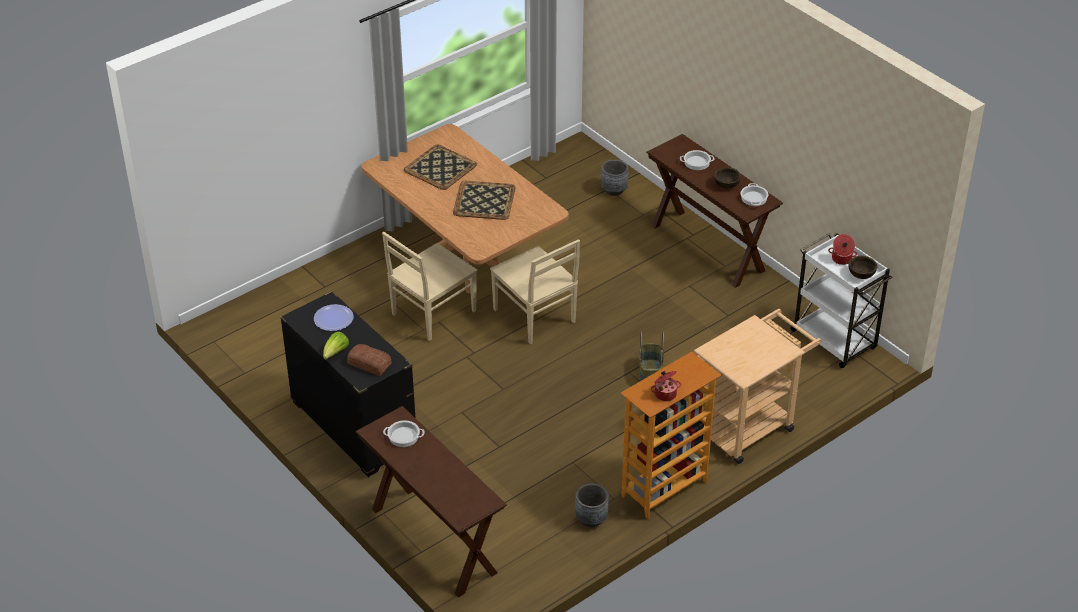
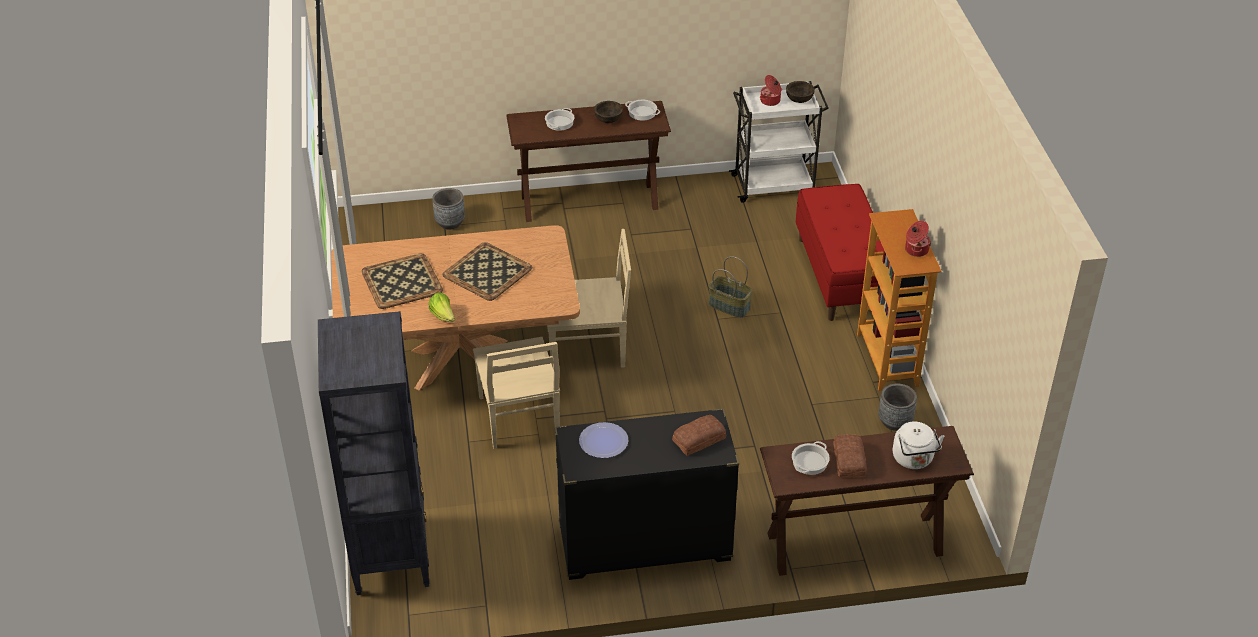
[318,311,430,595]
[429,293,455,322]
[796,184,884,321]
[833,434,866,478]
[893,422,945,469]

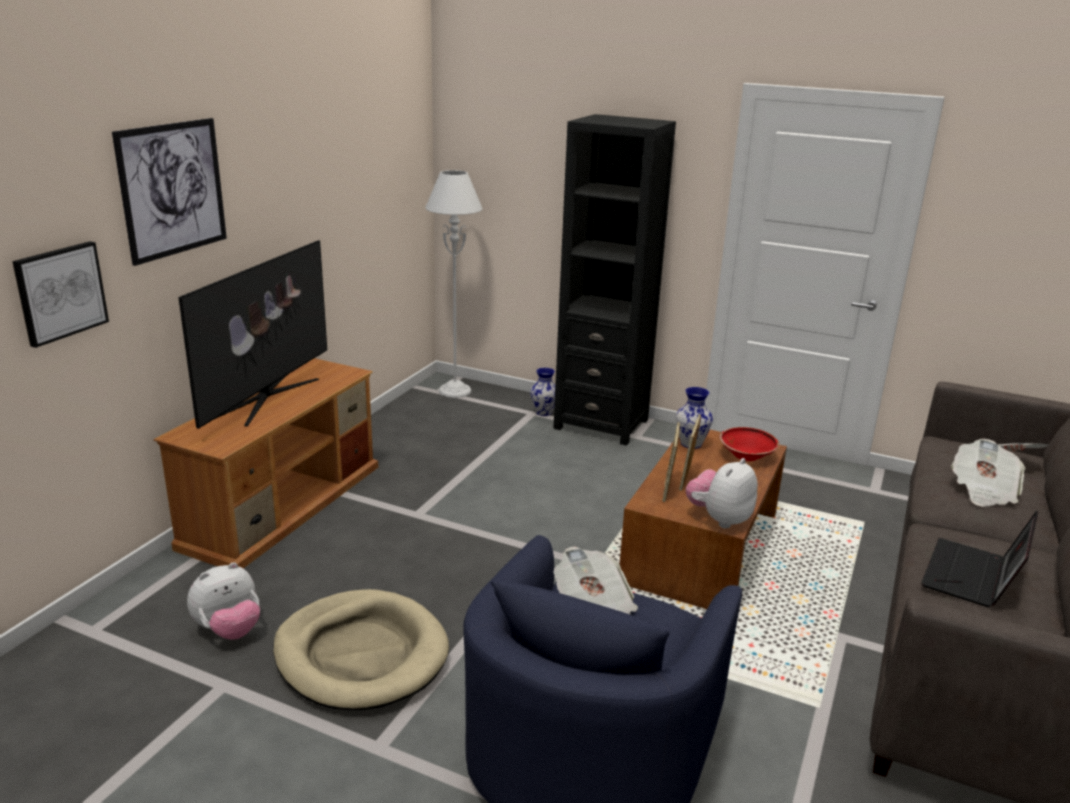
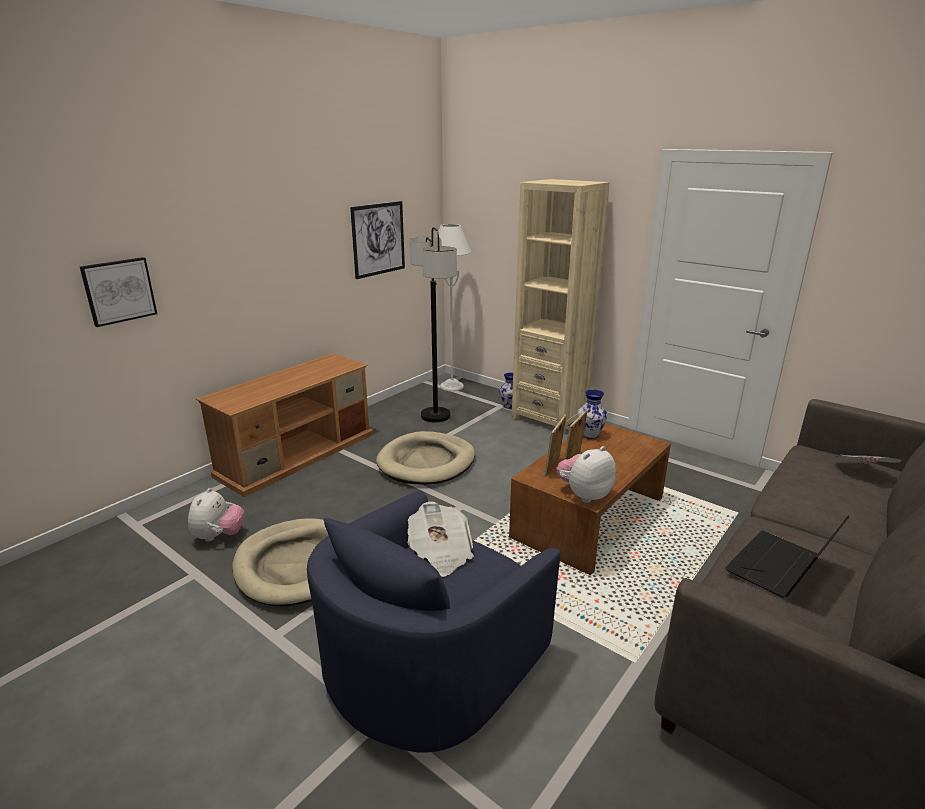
[188,488,244,542]
[350,201,405,279]
[376,431,475,485]
[410,227,457,422]
[512,179,609,434]
[179,240,327,429] (first image)
[719,427,779,461] (first image)
[951,439,1025,507] (first image)

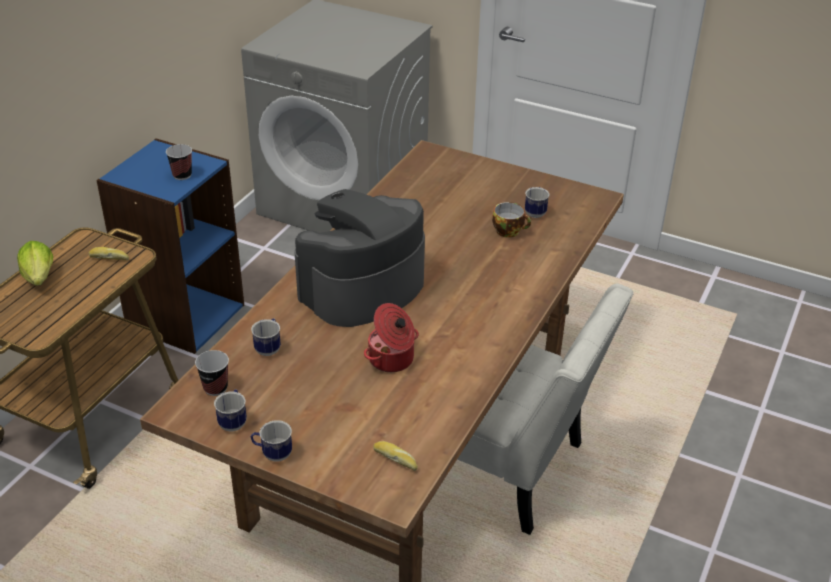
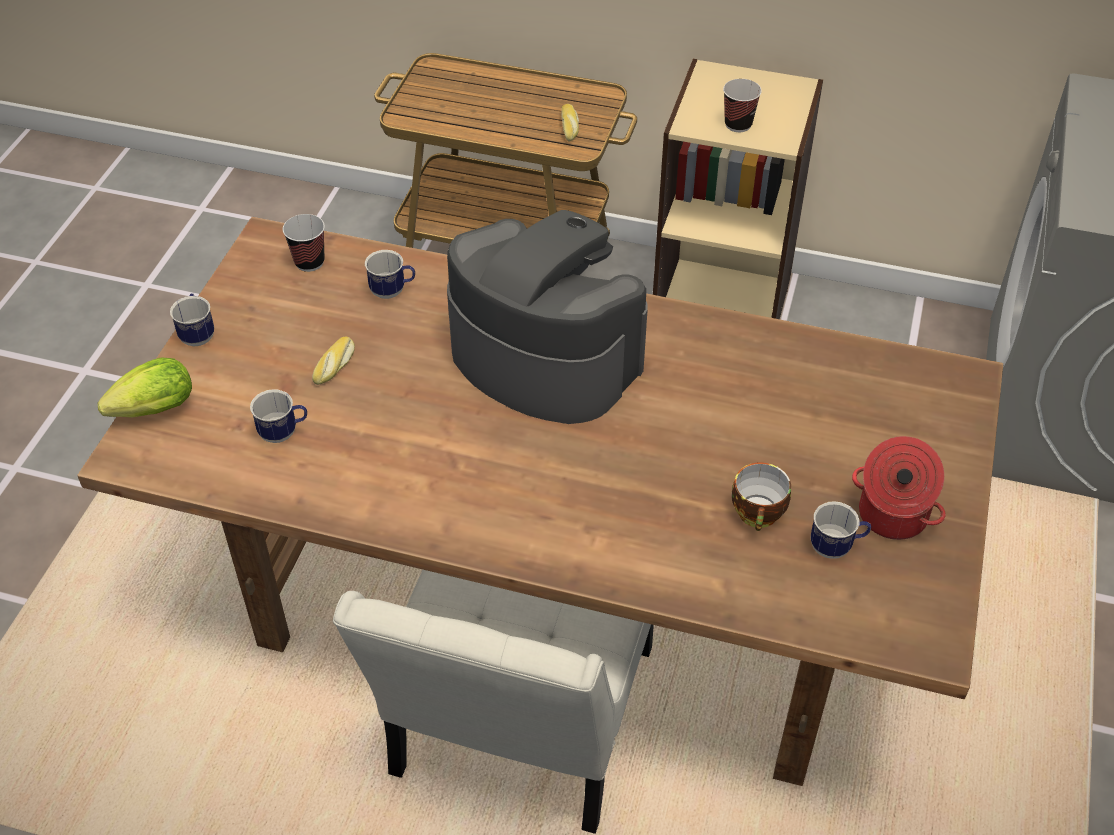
[97,357,192,418]
[250,390,307,443]
[312,337,355,385]
[653,59,823,319]
[852,436,946,540]

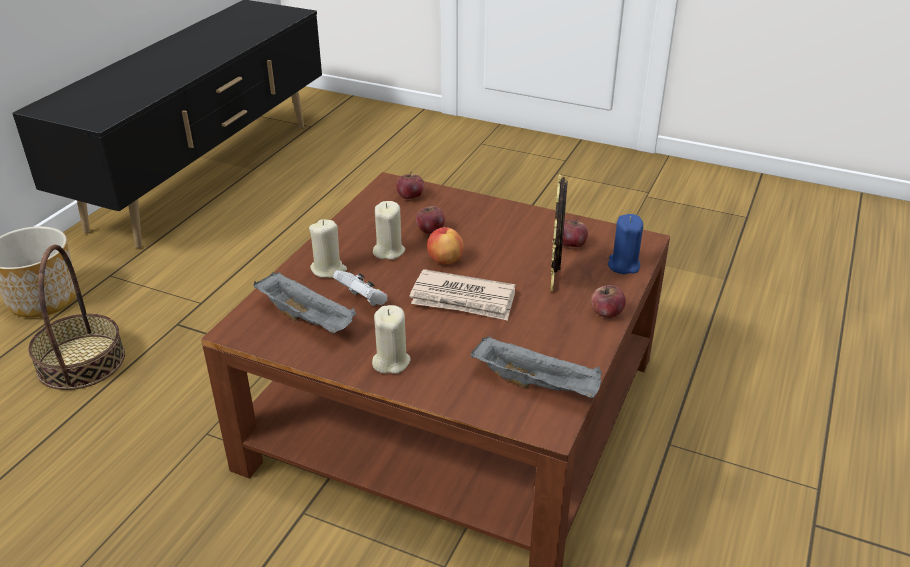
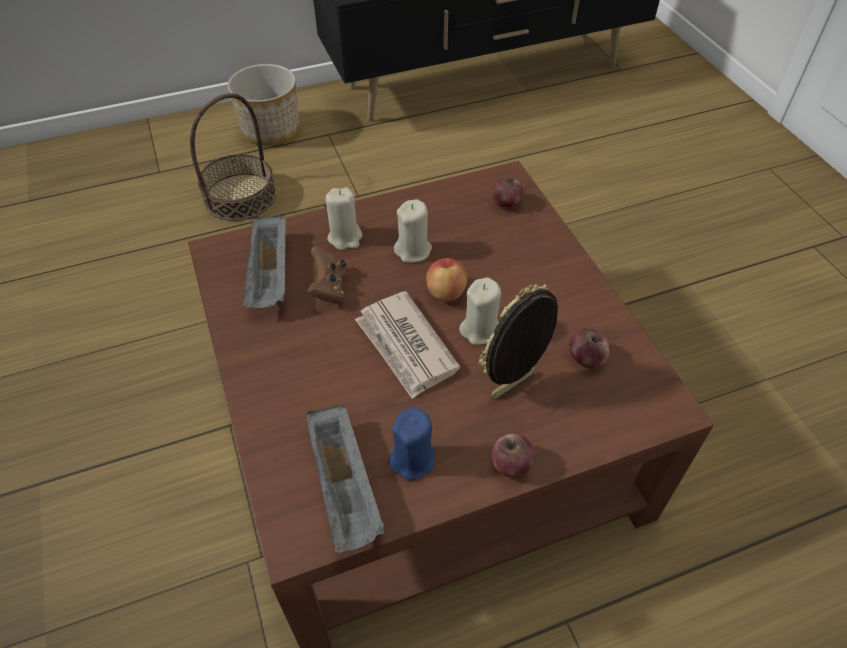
[307,246,346,304]
[389,407,435,481]
[459,277,501,345]
[416,204,445,234] (first image)

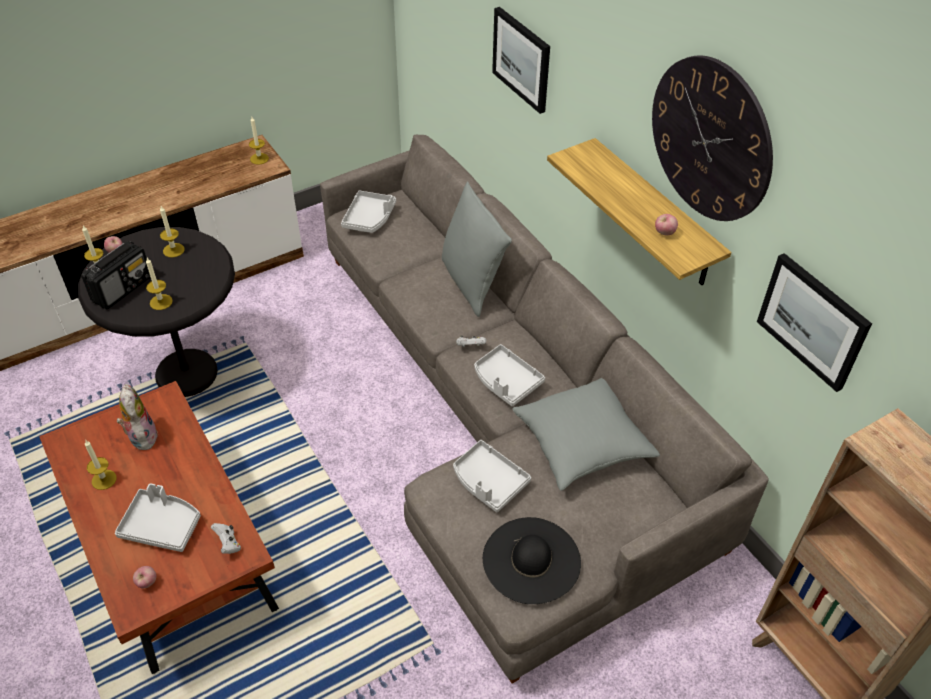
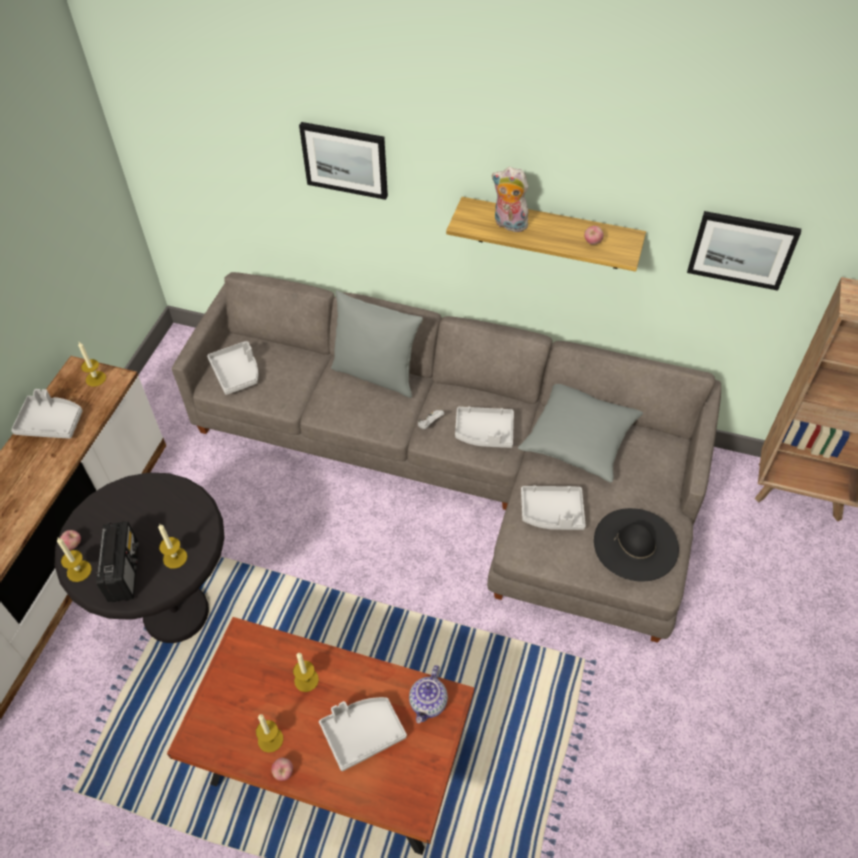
[12,389,83,439]
[272,758,293,781]
[293,652,319,692]
[409,665,448,723]
[492,167,530,232]
[652,55,773,221] (first image)

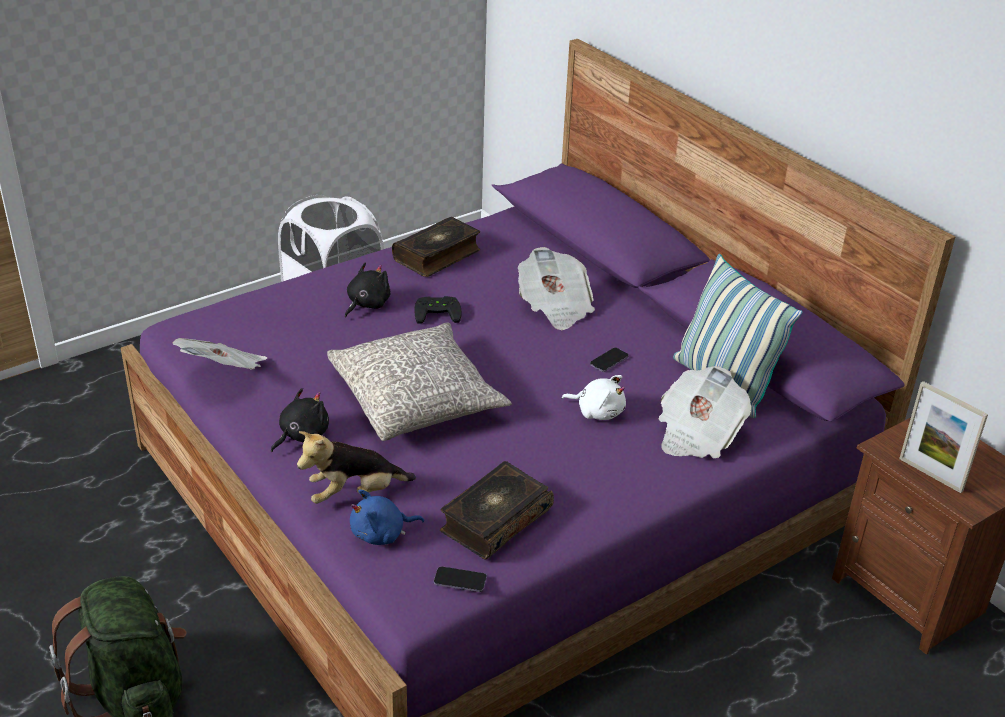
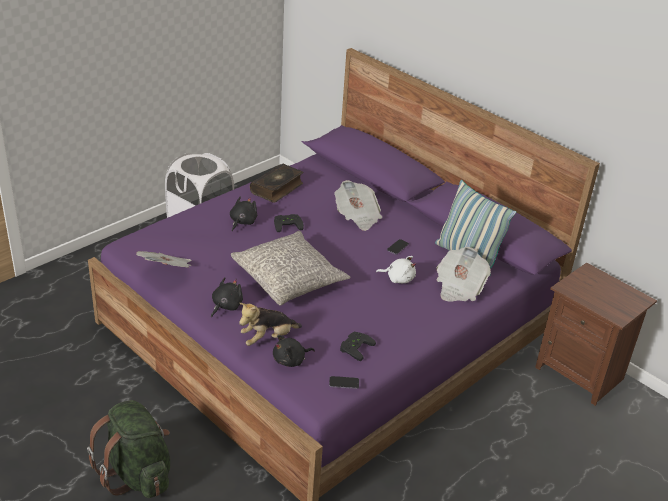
[273,335,315,367]
[340,332,376,361]
[899,381,988,493] (first image)

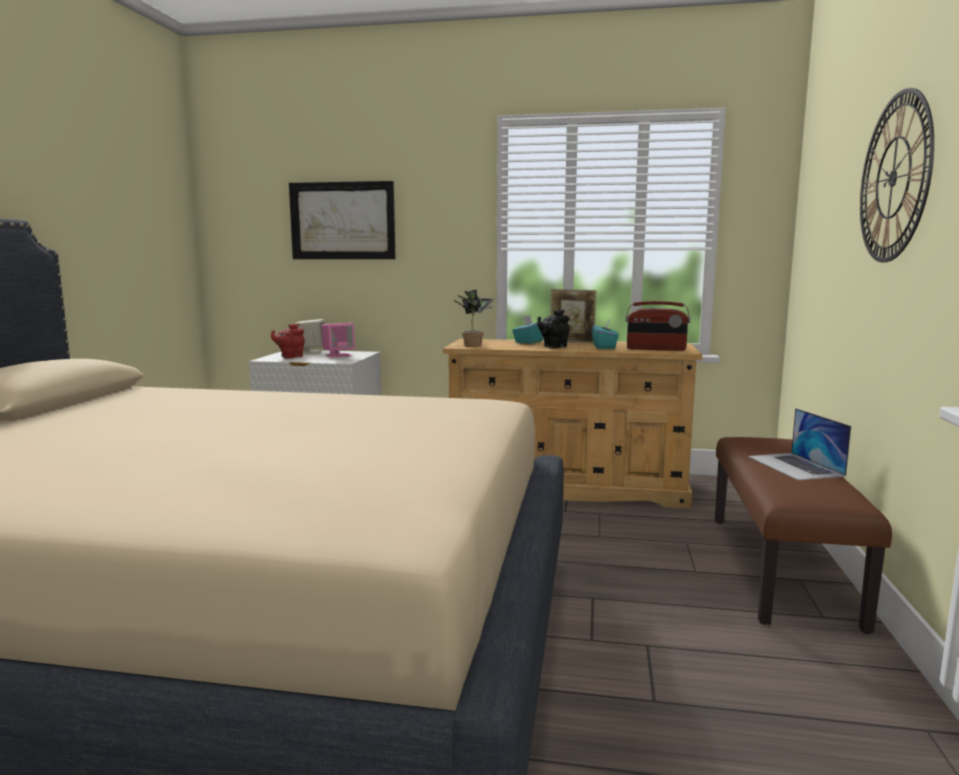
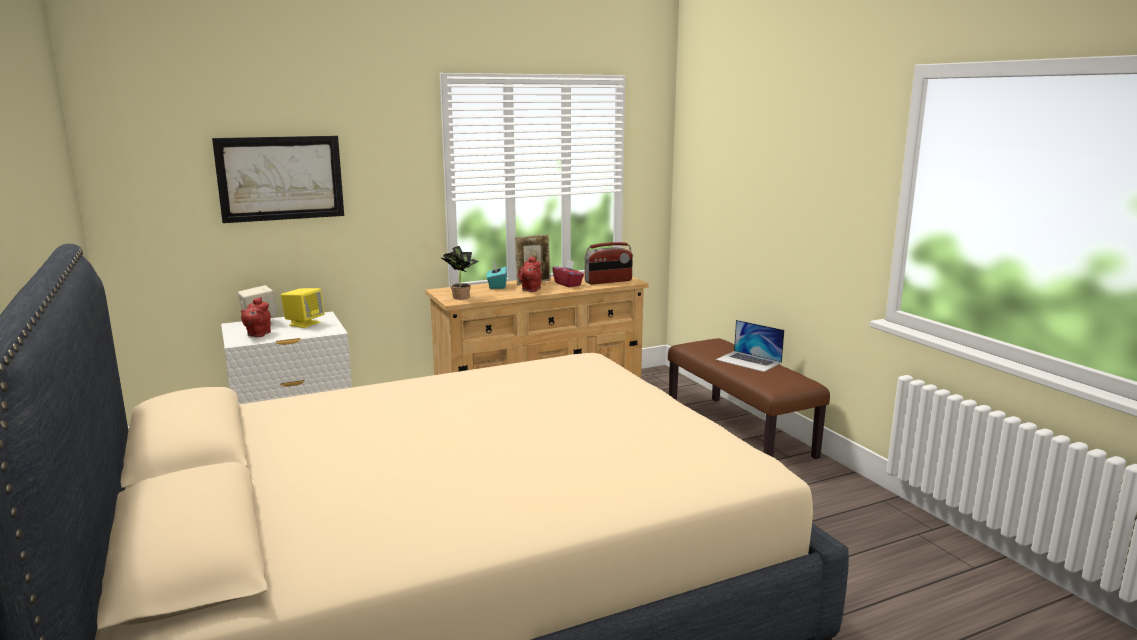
[281,288,325,328]
[518,256,542,292]
[552,260,584,287]
[860,88,934,263] (first image)

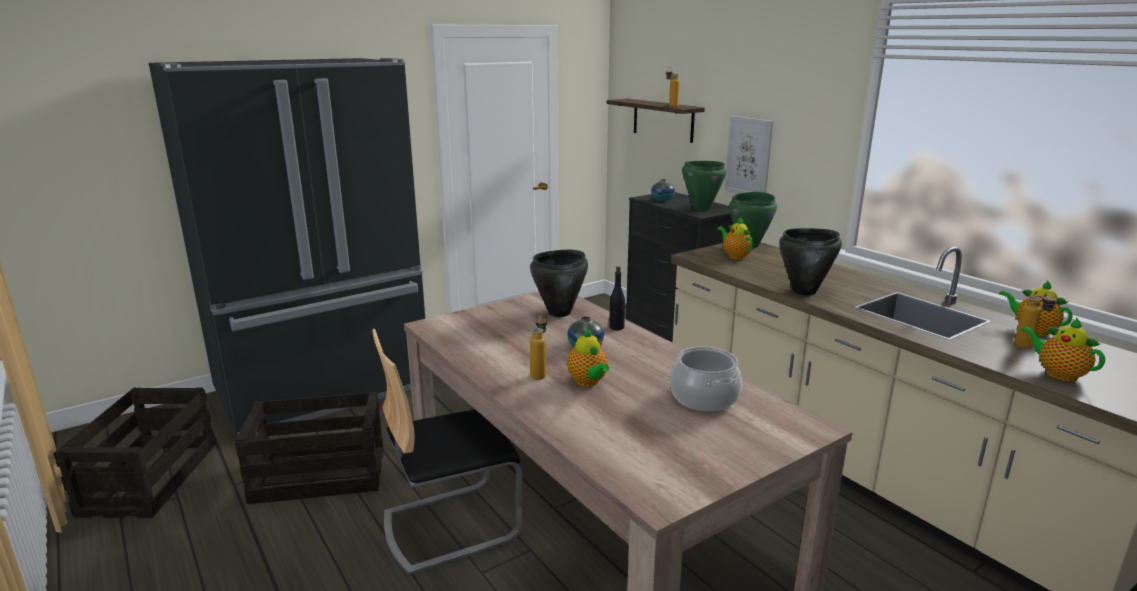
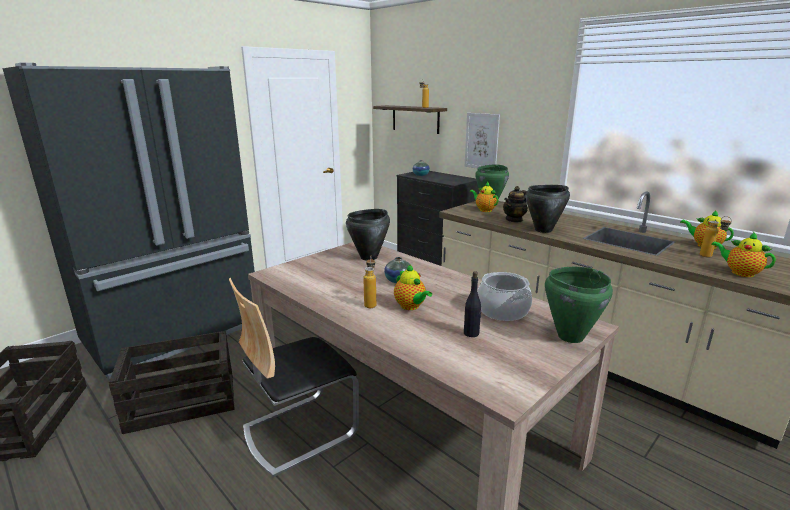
[464,271,481,337]
[503,186,527,223]
[545,267,613,343]

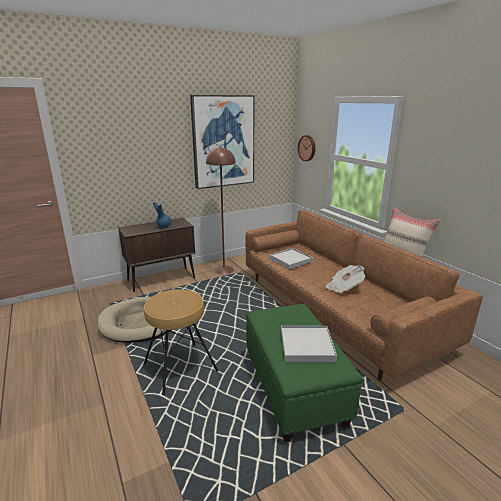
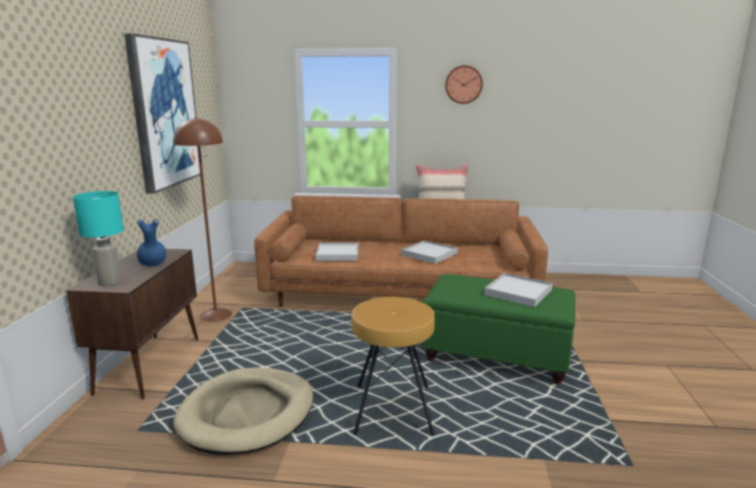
[73,191,124,286]
[402,240,458,264]
[445,65,483,104]

